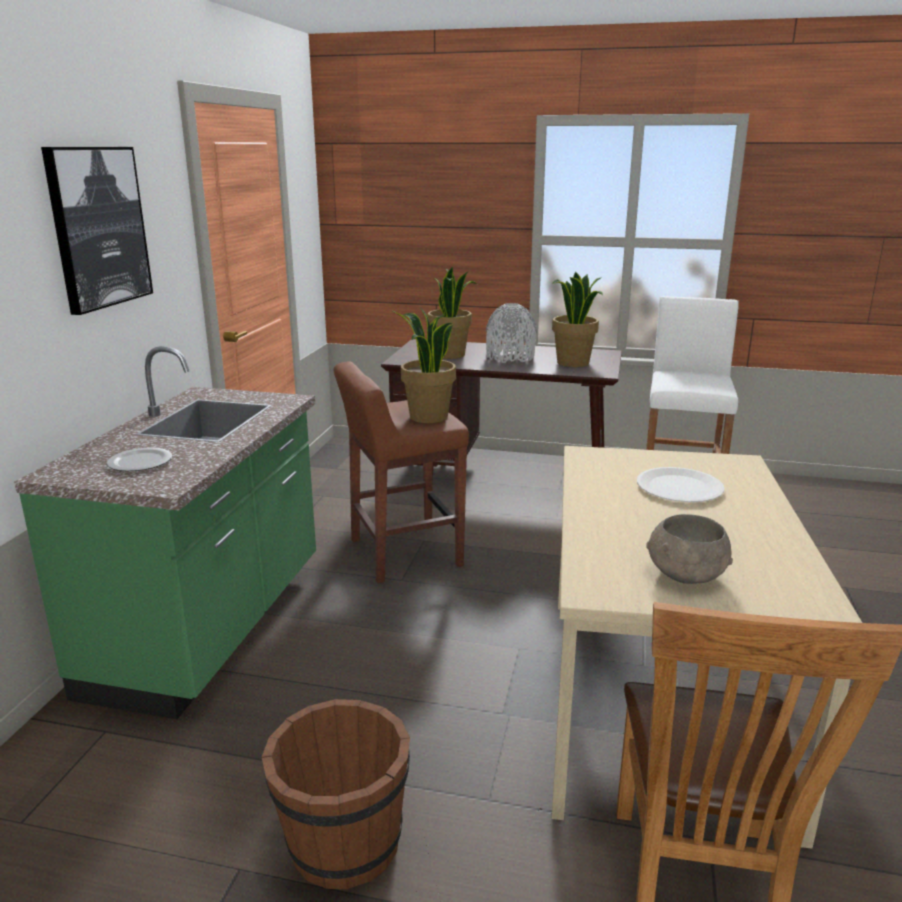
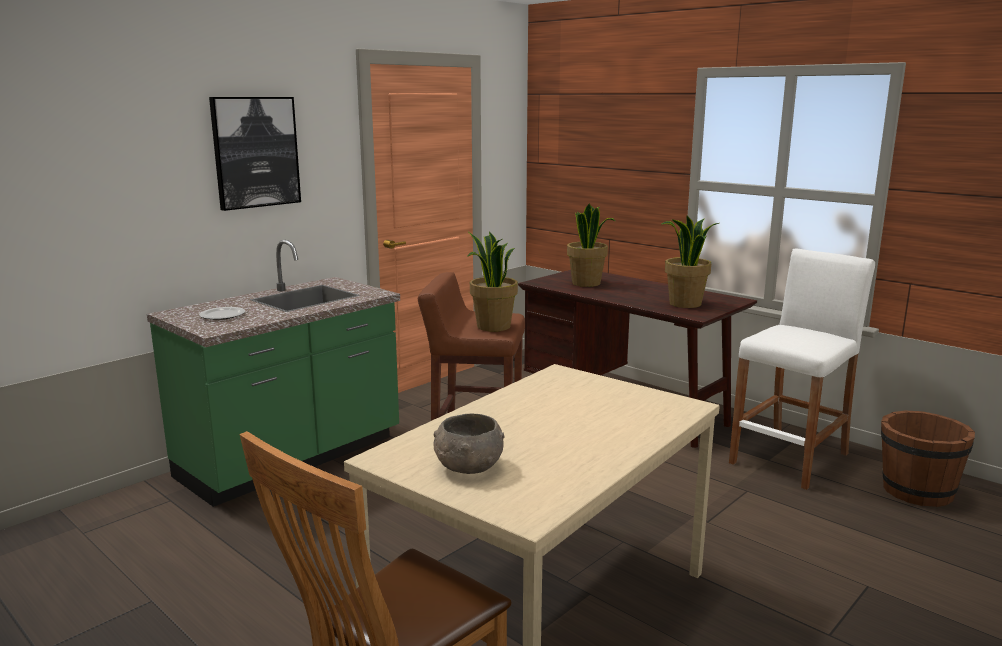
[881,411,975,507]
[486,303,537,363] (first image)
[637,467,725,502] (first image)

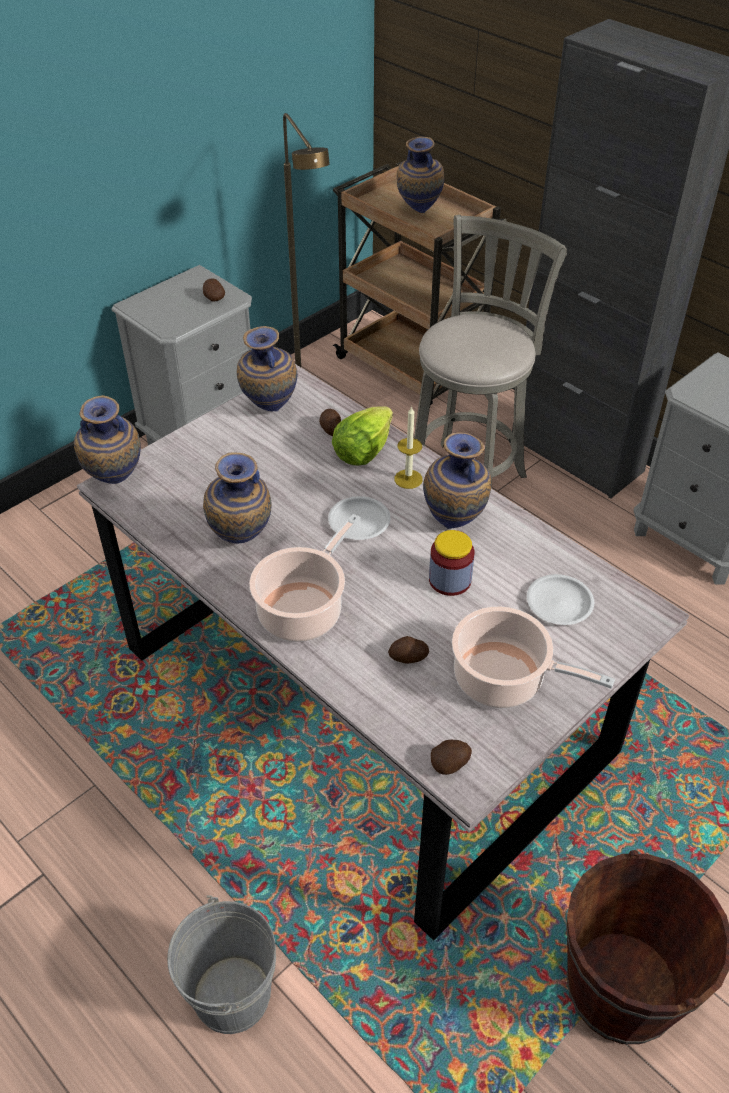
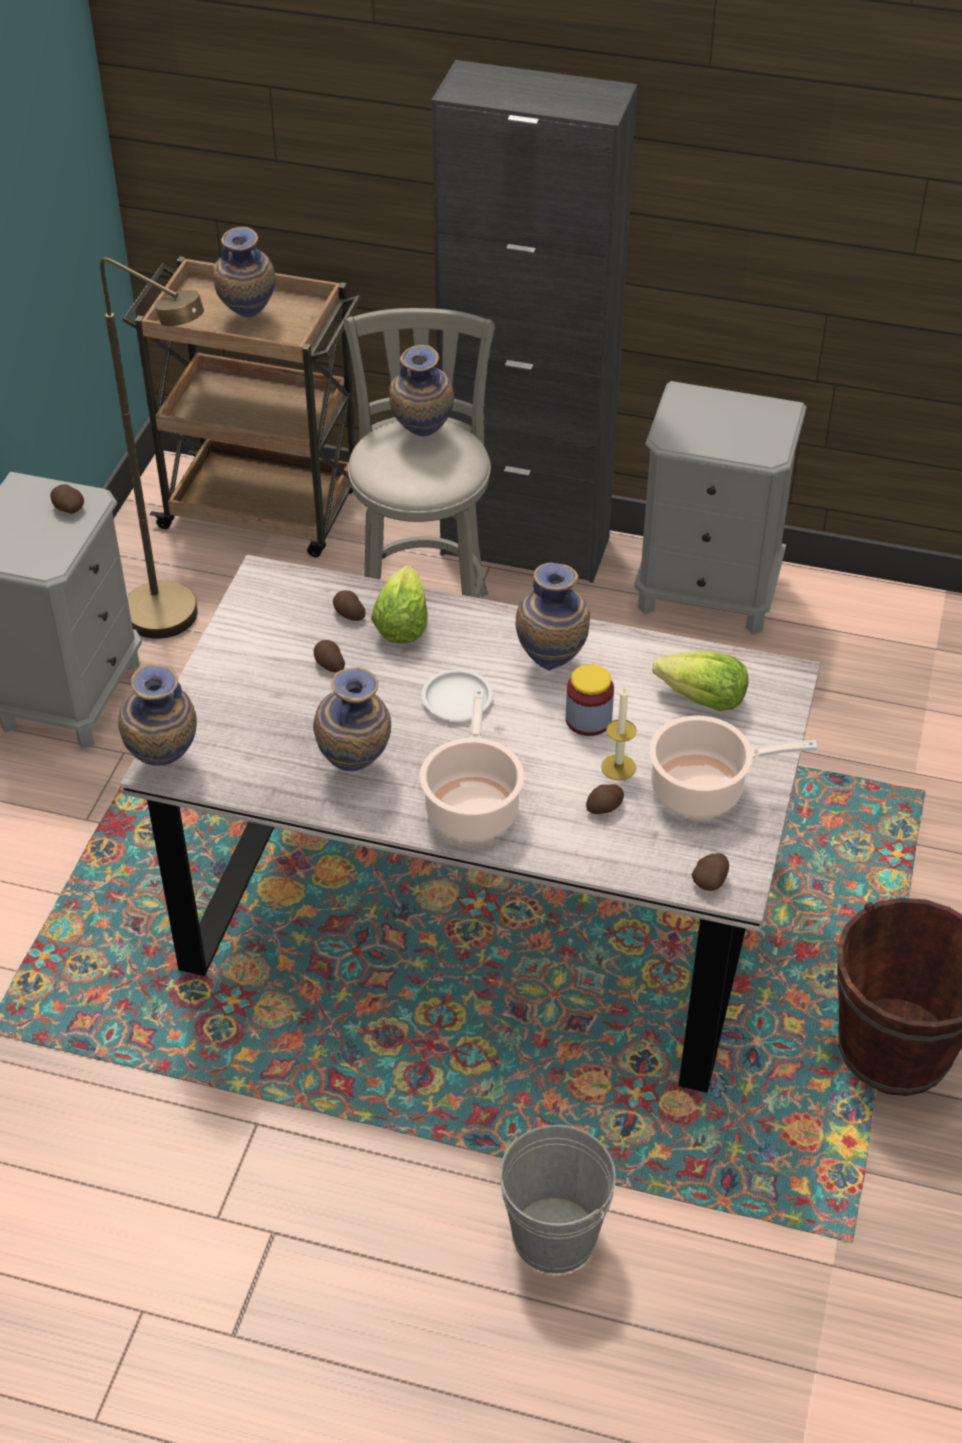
[314,640,345,672]
[389,345,454,436]
[601,687,637,780]
[653,652,749,711]

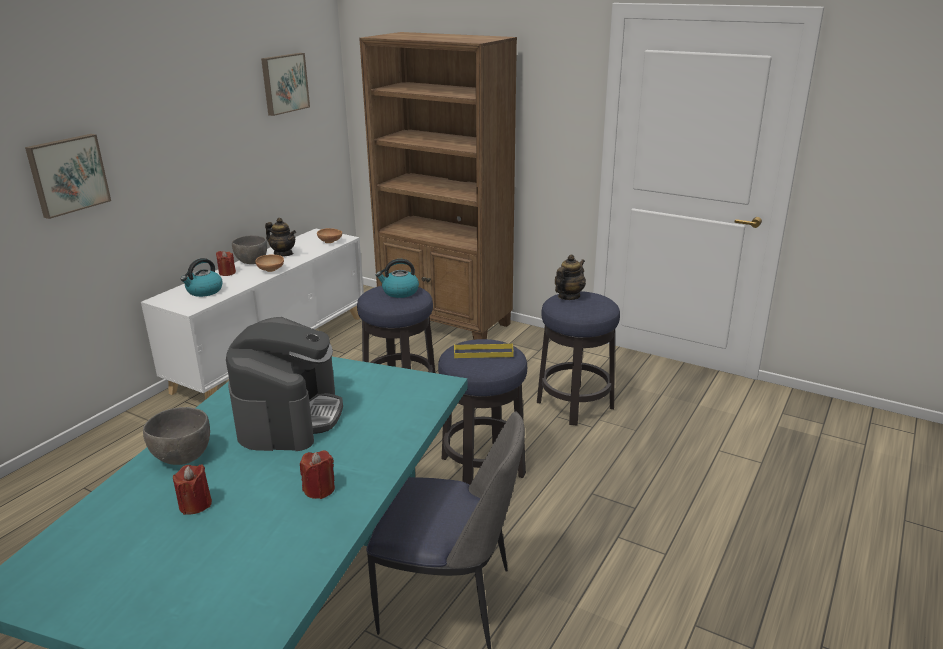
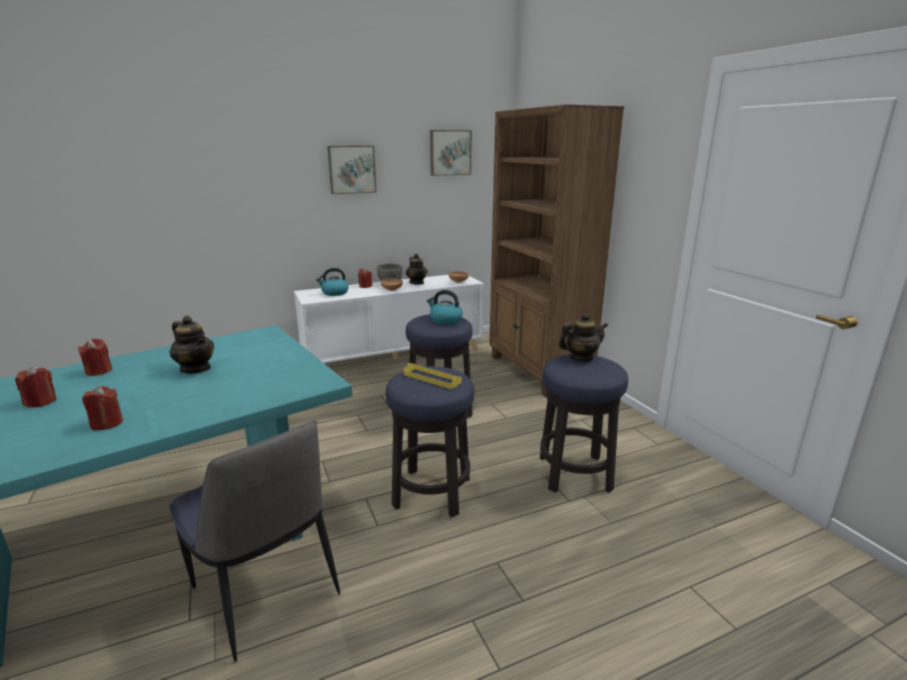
[78,339,112,376]
[170,316,214,373]
[327,146,377,194]

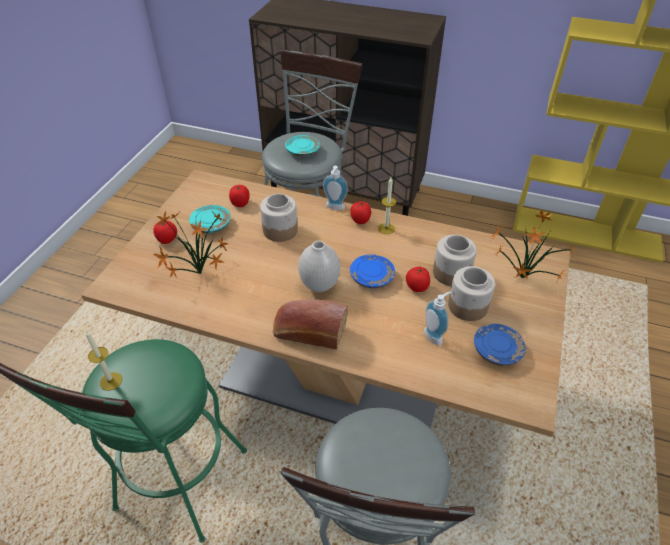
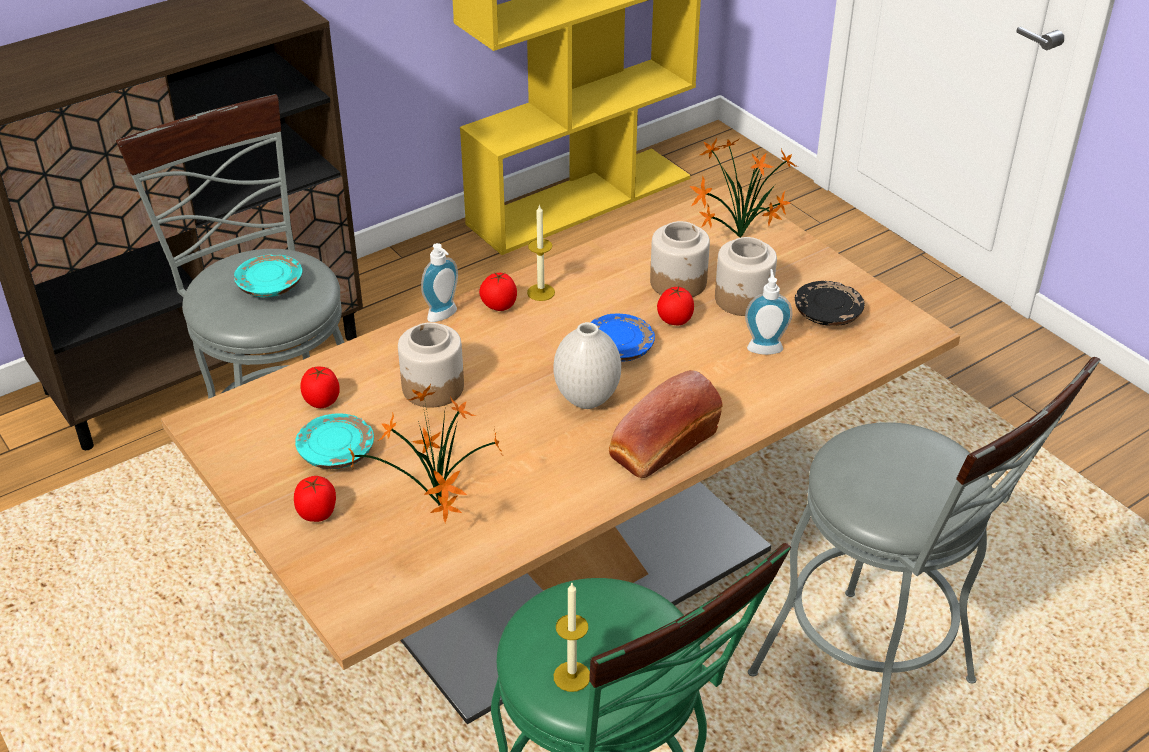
[794,281,864,326]

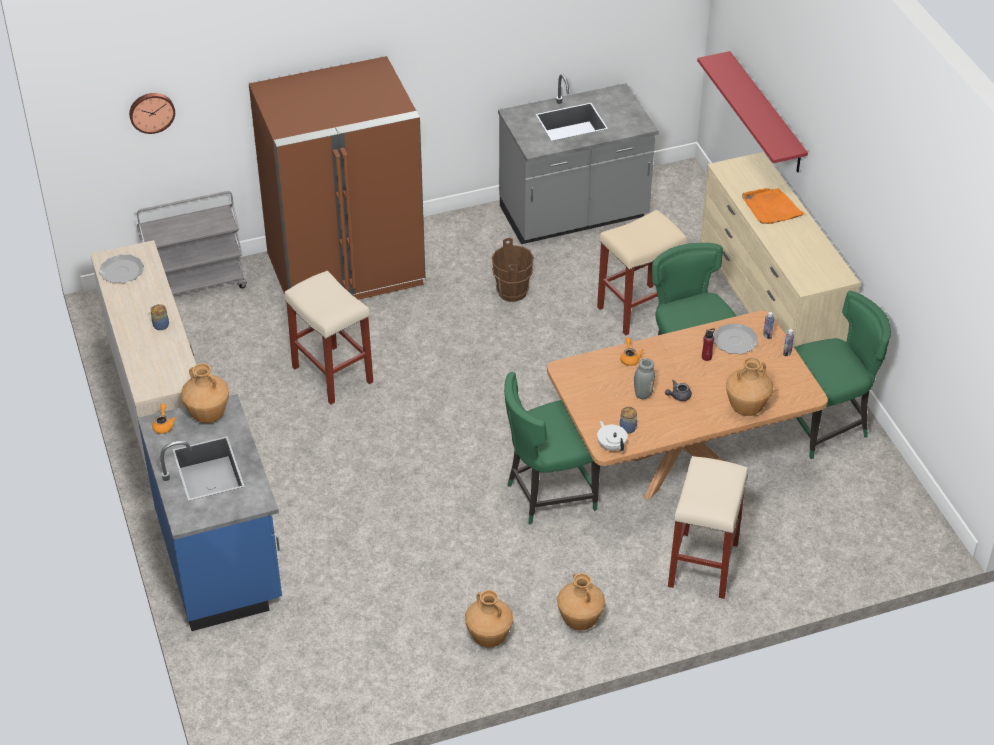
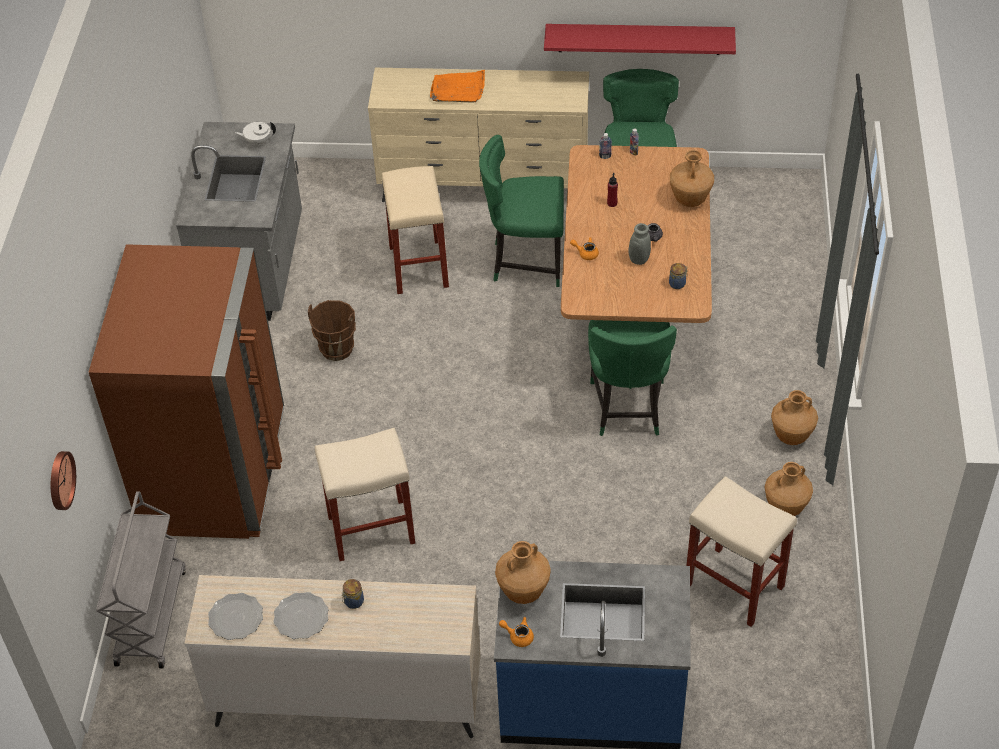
[235,122,276,146]
[273,592,328,639]
[544,24,736,55]
[687,476,797,627]

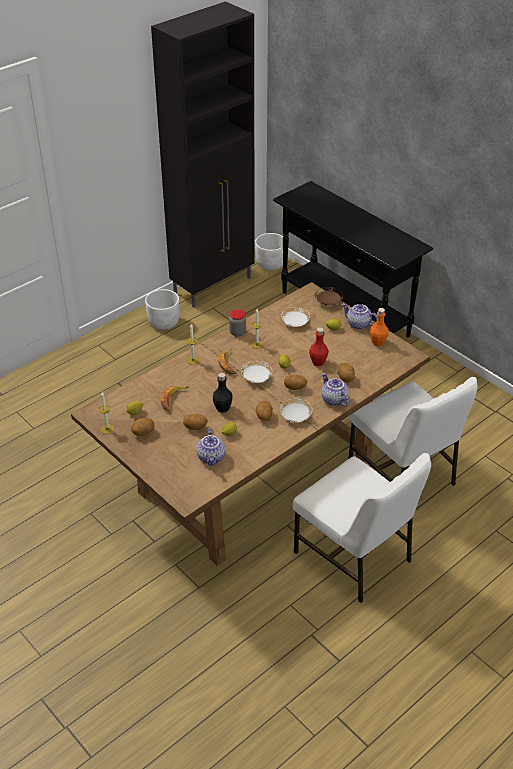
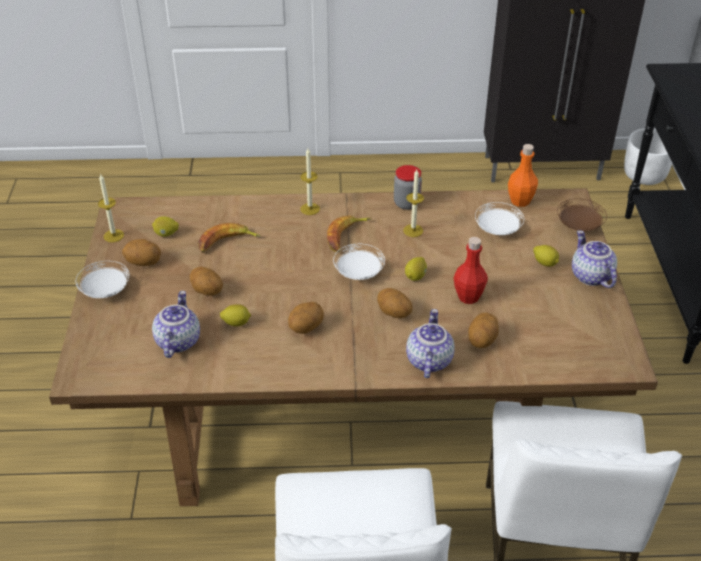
[76,261,130,298]
[152,291,200,358]
[508,144,538,207]
[145,289,179,330] (first image)
[213,373,233,413] (first image)

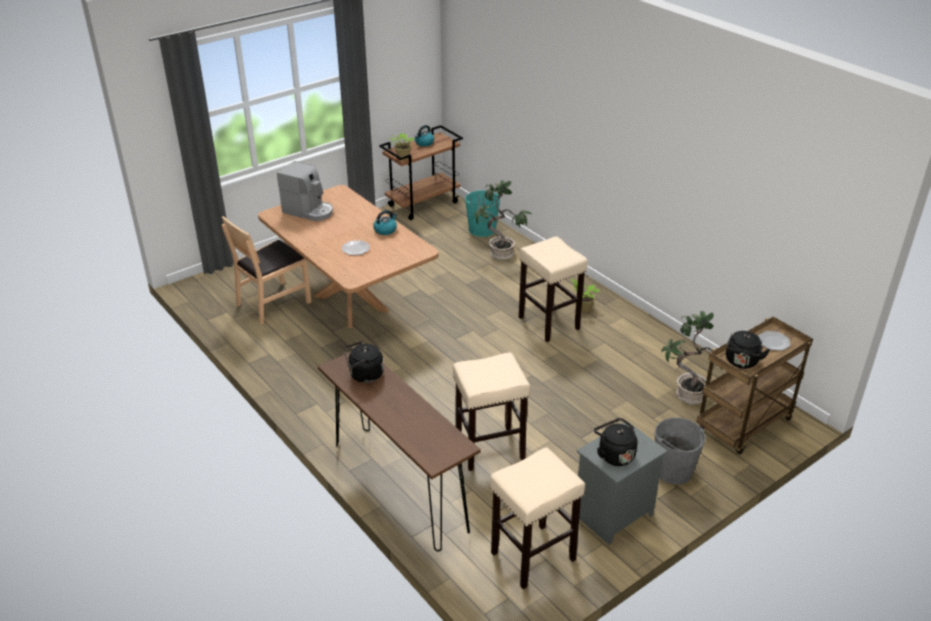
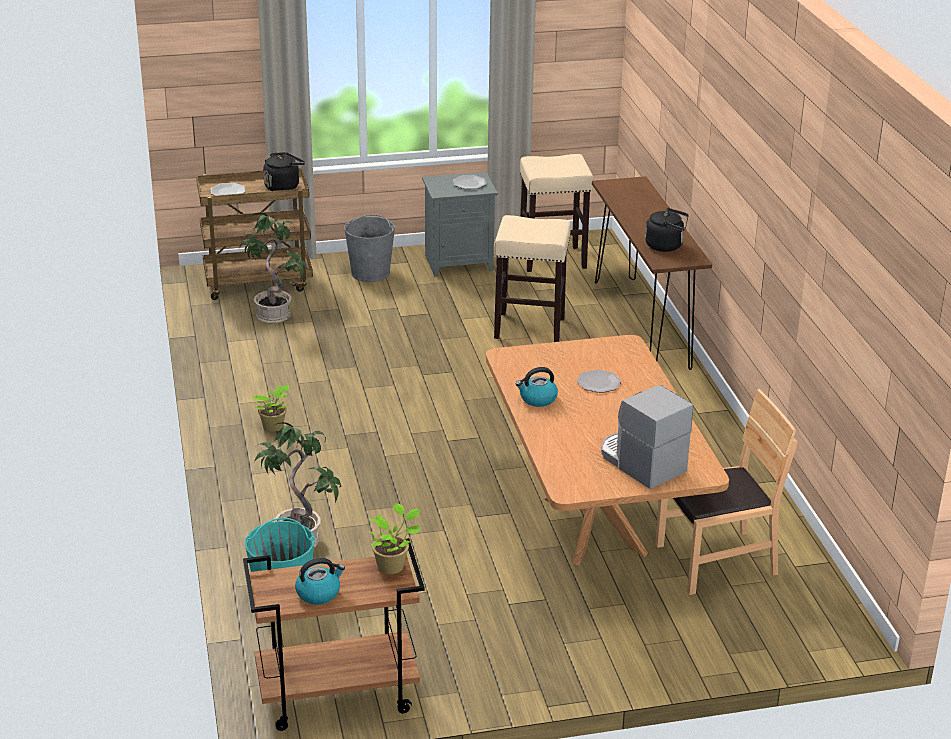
[453,175,486,189]
[519,236,588,342] (first image)

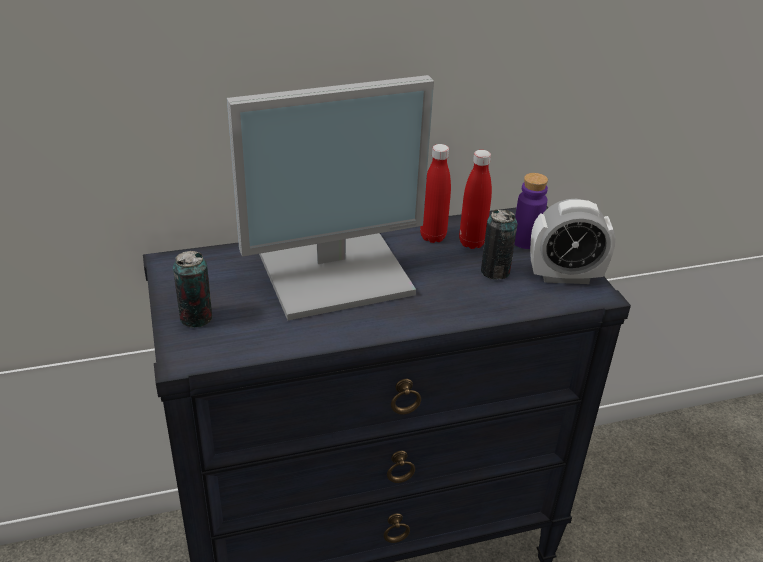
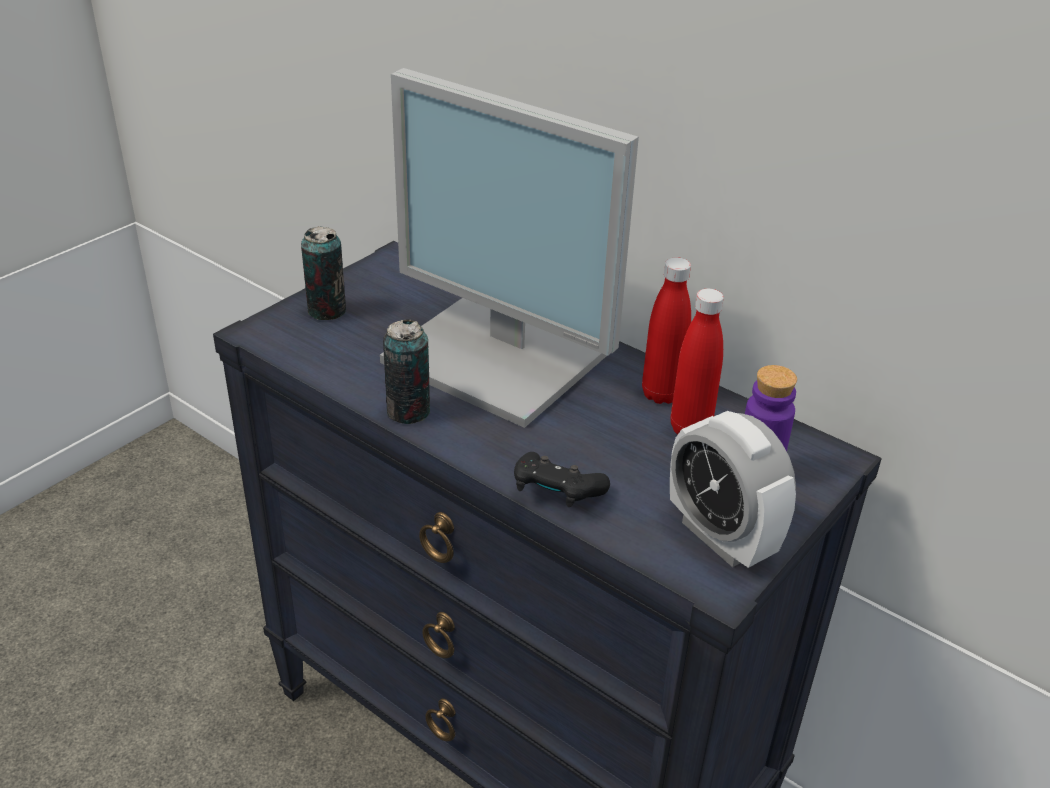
[383,319,430,424]
[514,452,610,507]

